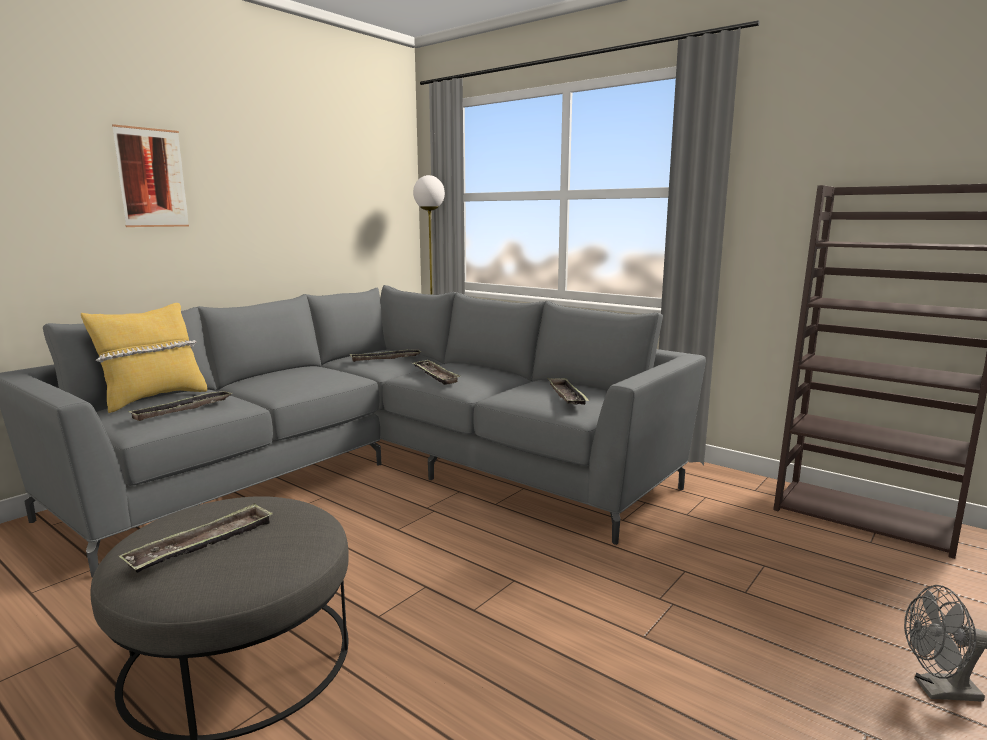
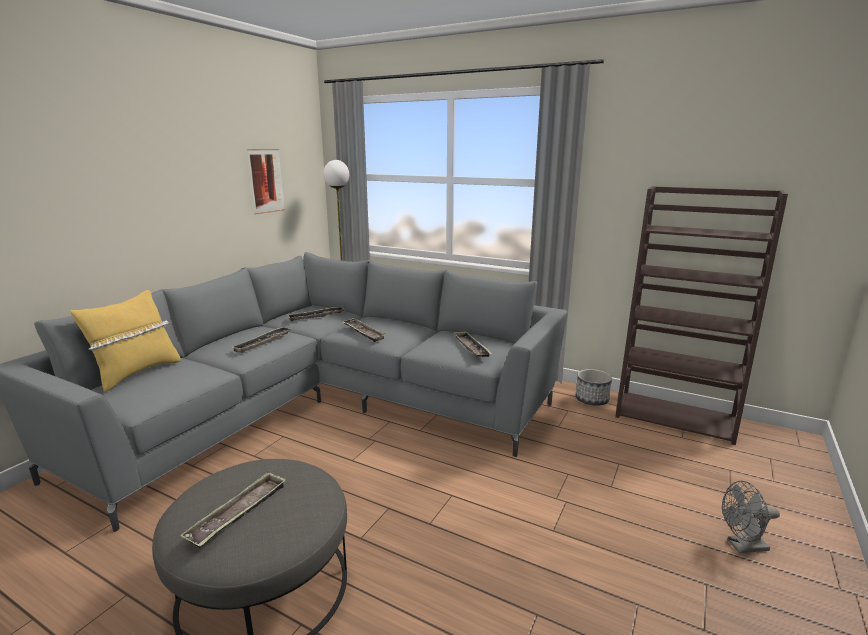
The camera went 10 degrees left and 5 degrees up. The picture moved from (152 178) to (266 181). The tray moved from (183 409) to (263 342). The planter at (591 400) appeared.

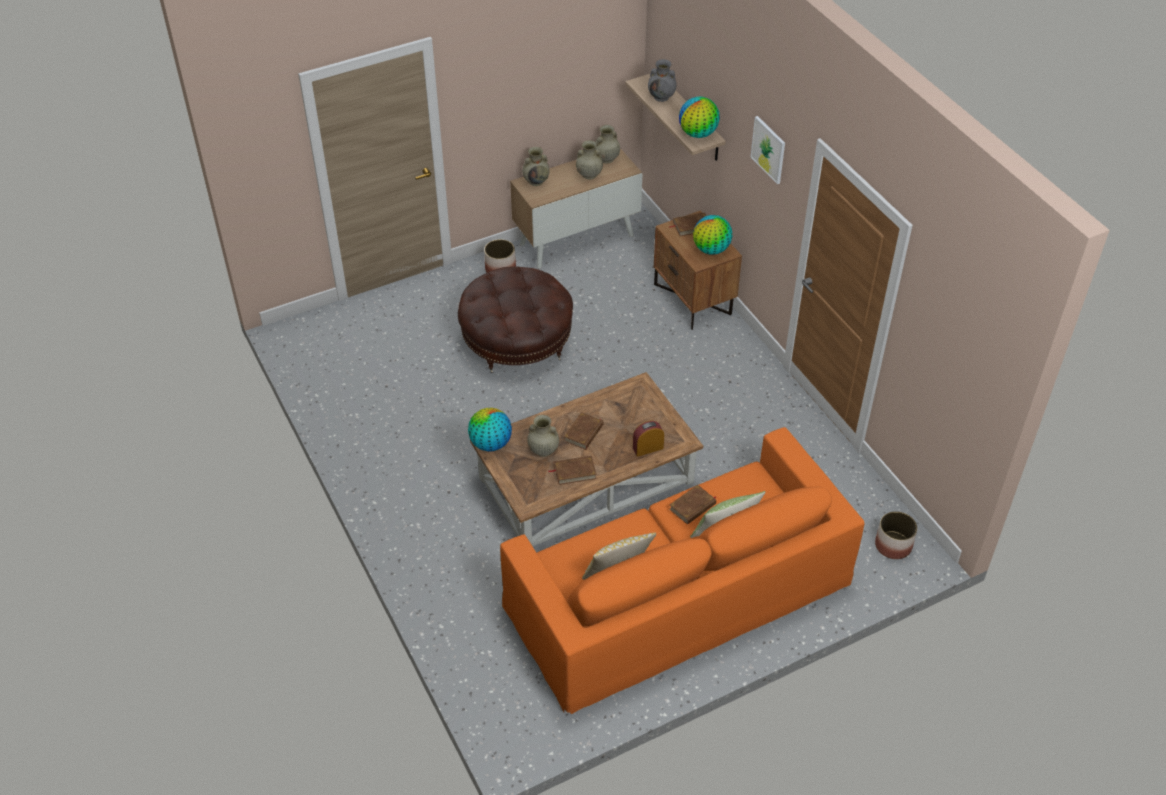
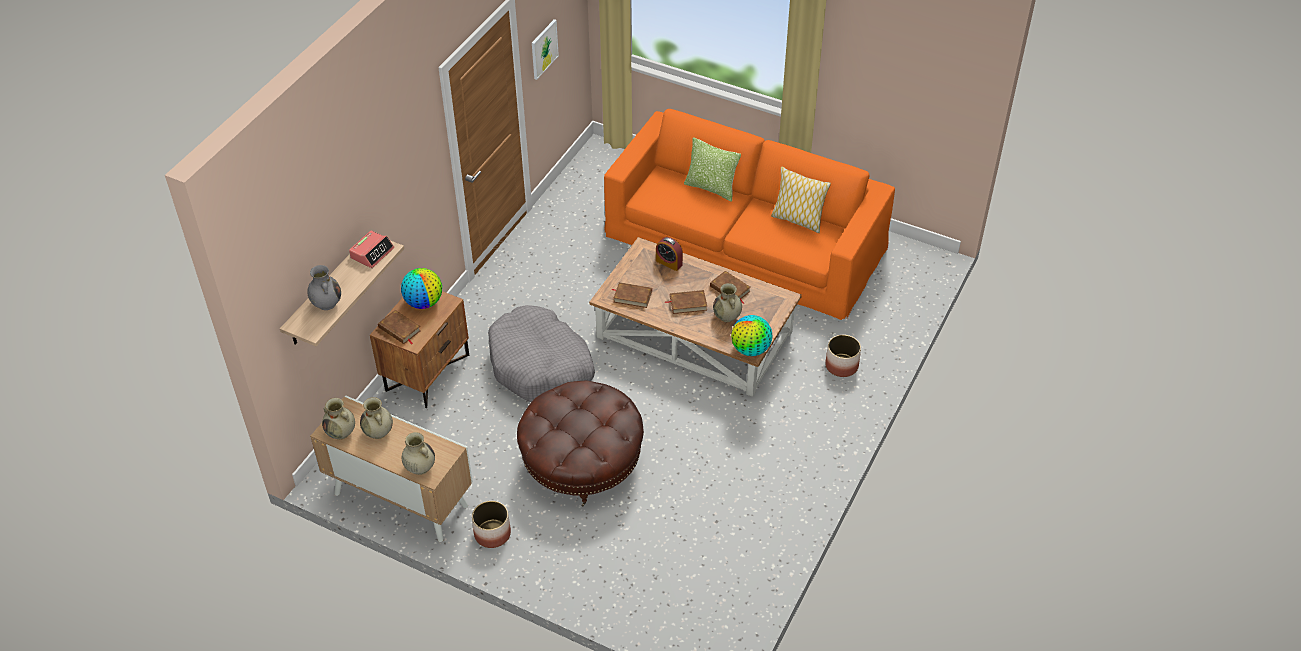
The camera went 125 degrees left and 0 degrees up. The globe at (698 134) was replaced by the alarm clock at (372 253). The picture moved from (768 149) to (544 49). The brown book moved from (692 507) to (632 296). The planter moved from (893 545) to (841 365). The grey dog bed at (541 366) appeared.

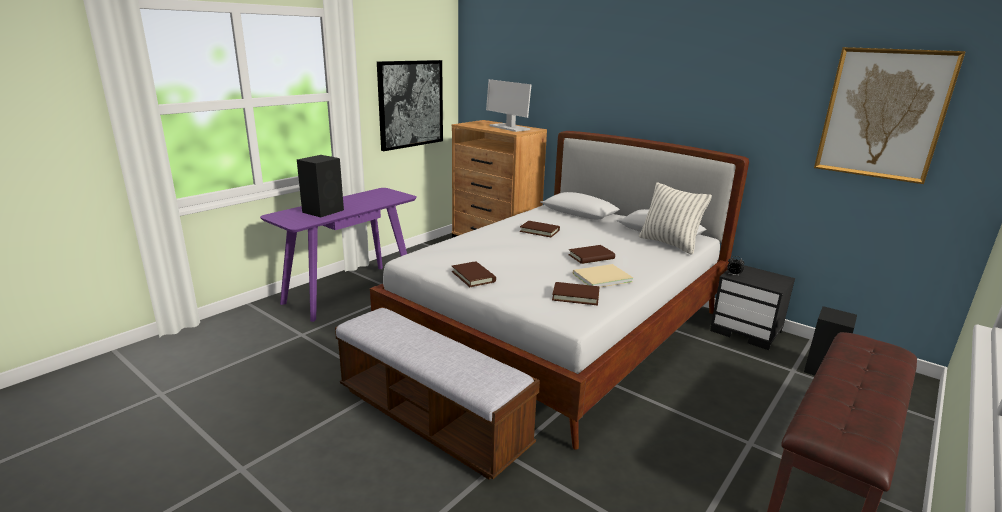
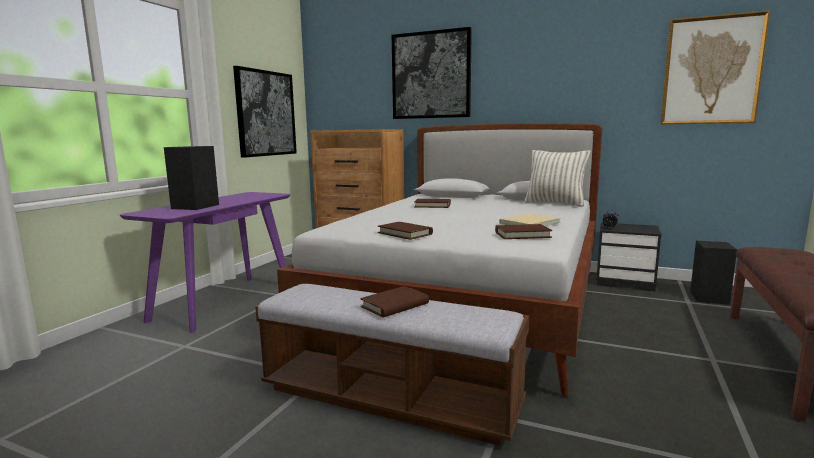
The camera went 15 degrees left and 10 degrees down. The monitor at (508 128) disappeared. The brown book moved from (591 257) to (395 305). The picture at (431 75) appeared.

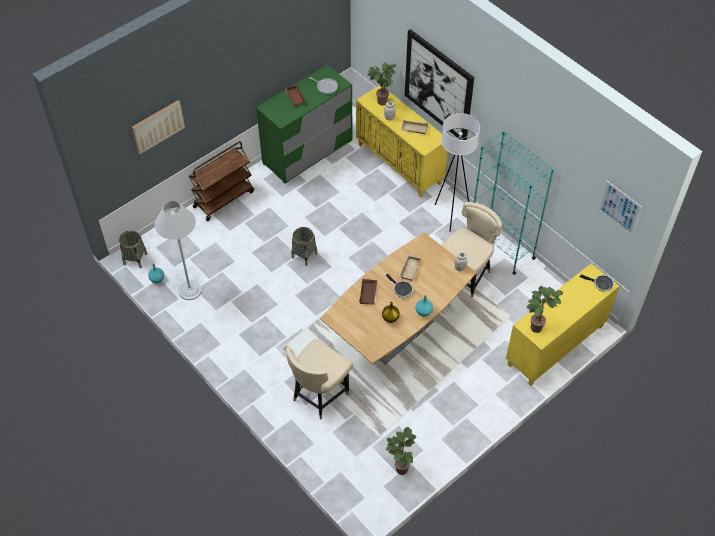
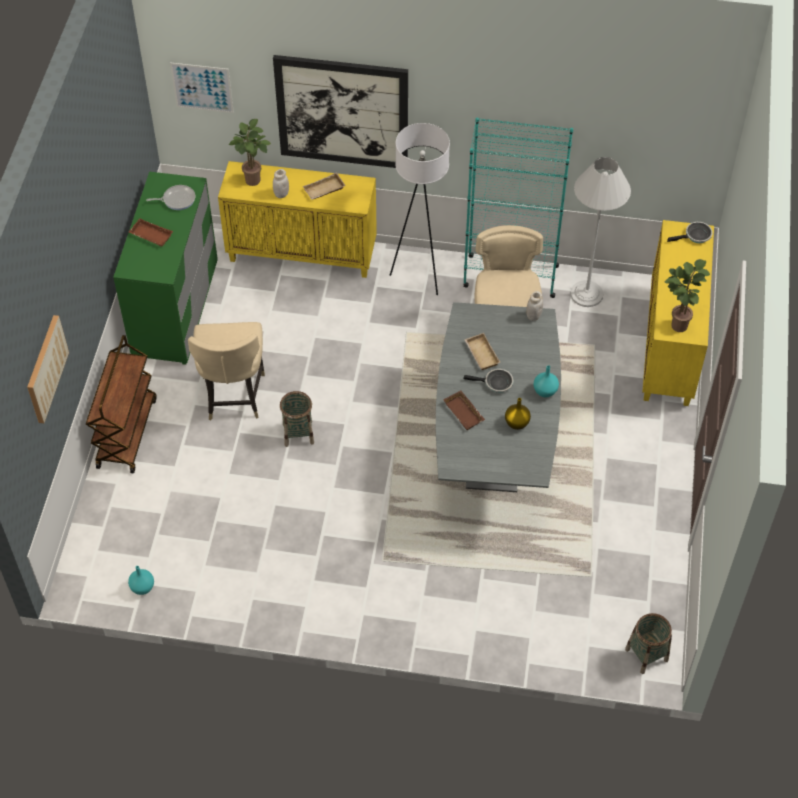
The camera went 40 degrees left and 0 degrees up. The picture moved from (619 207) to (202 87). The white floor lamp moved from (190 290) to (586 294). The basket moved from (135 259) to (646 655). The brown dining table at (397 332) became the grey dining table at (494 448). The beige chair moved from (319 395) to (233 396). The potted plant at (400 467) disappeared.

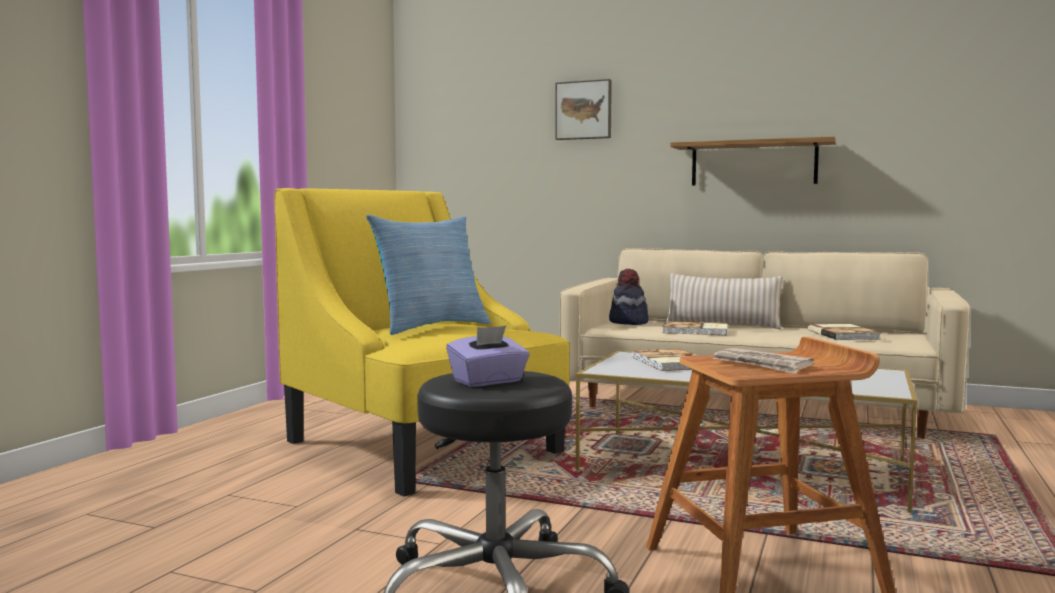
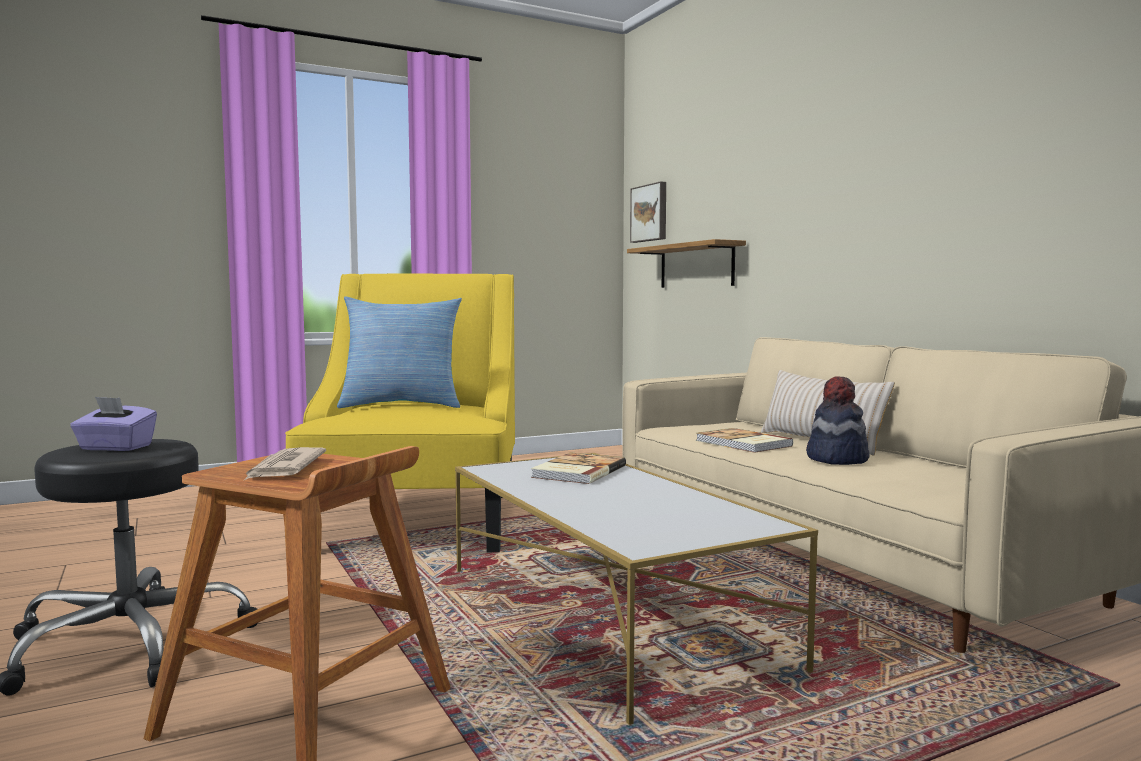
The camera went 40 degrees right and 0 degrees up. The picture moved from (584 110) to (650 213). The shelf moved from (753 163) to (696 266). The hat moved from (628 322) to (836 459). The book at (844 334) disappeared.

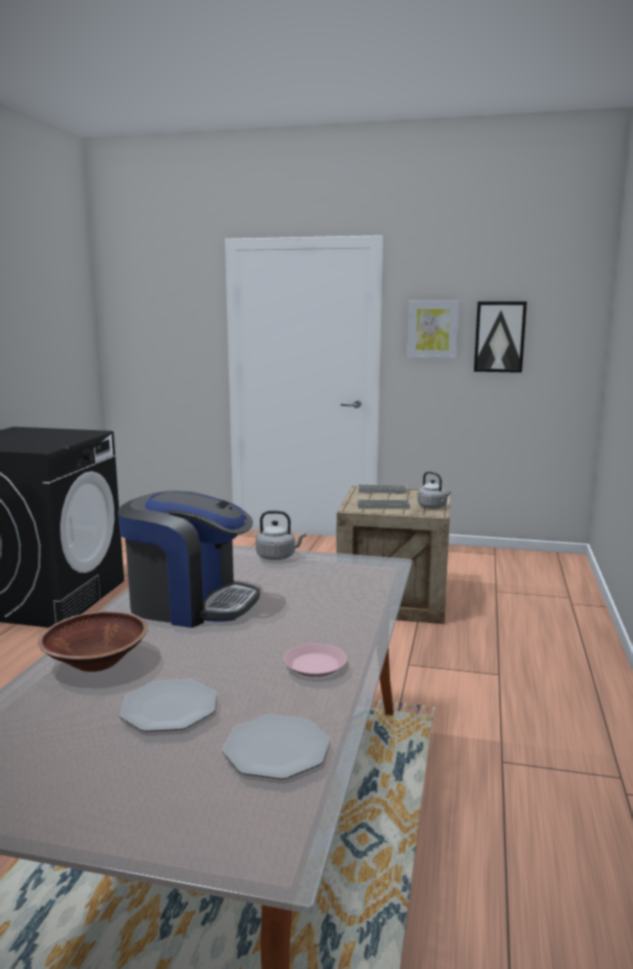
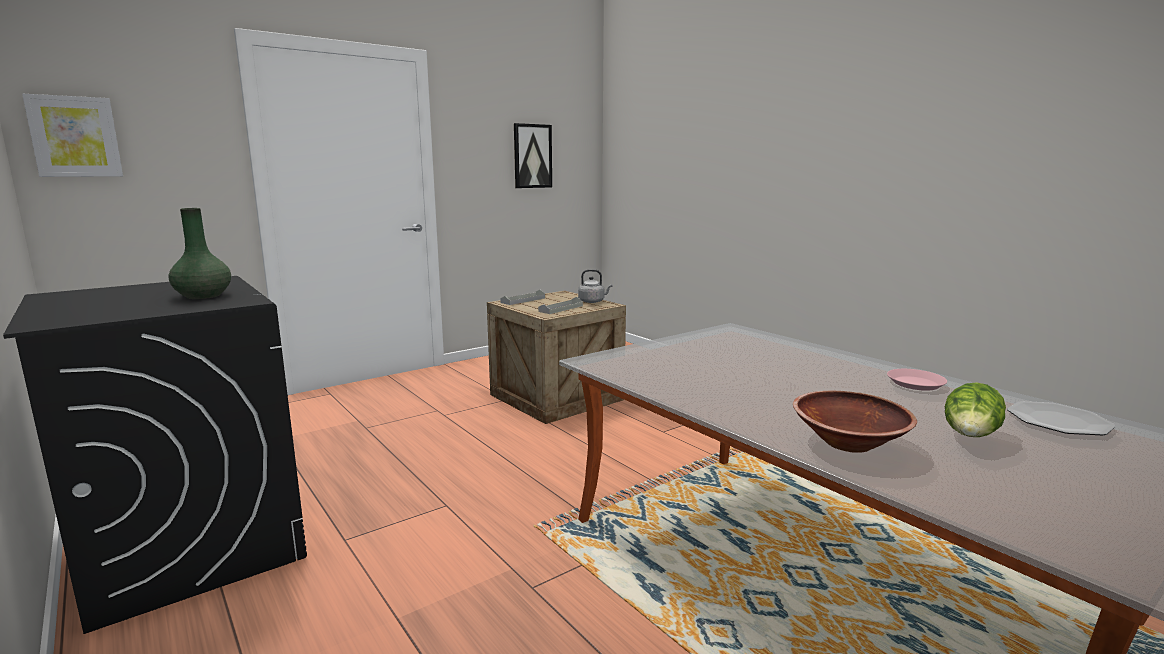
The camera went 50 degrees left and 0 degrees up. The picture moved from (432 329) to (75 137). The coffee machine at (190 604) disappeared. The grey kettle at (278 557) disappeared. The plate at (169 708) was replaced by the lettuce at (971 436). The green vase at (204 296) appeared.

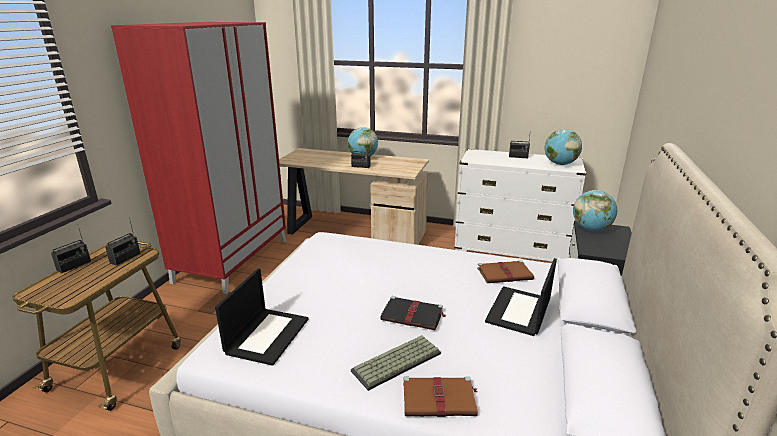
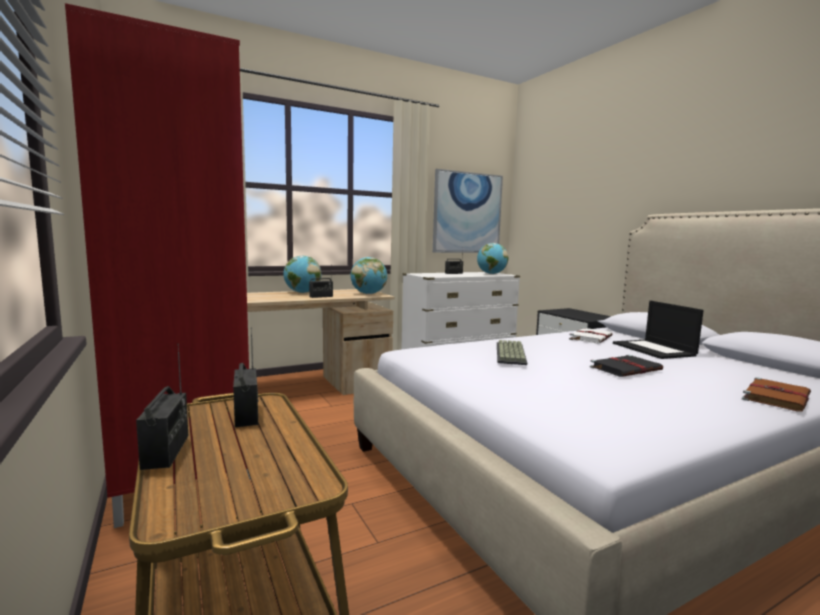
The camera went 45 degrees left and 15 degrees down. The globe moved from (591 229) to (368 294). The brown book at (505 274) became the white book at (591 337). The laptop at (267 335) disappeared. The keyboard moved from (397 363) to (512 354). The picture at (467 213) appeared.

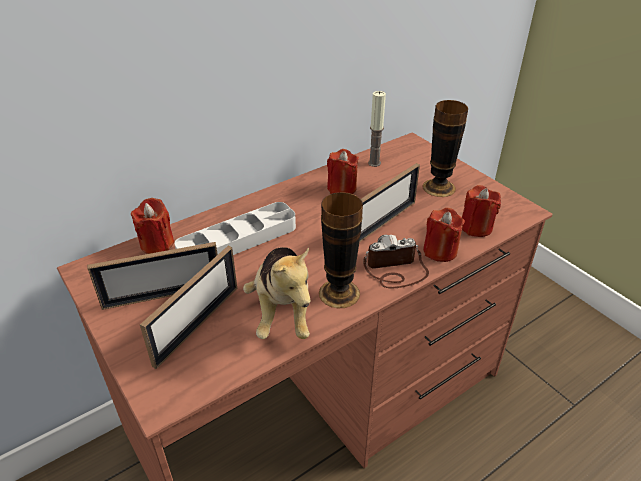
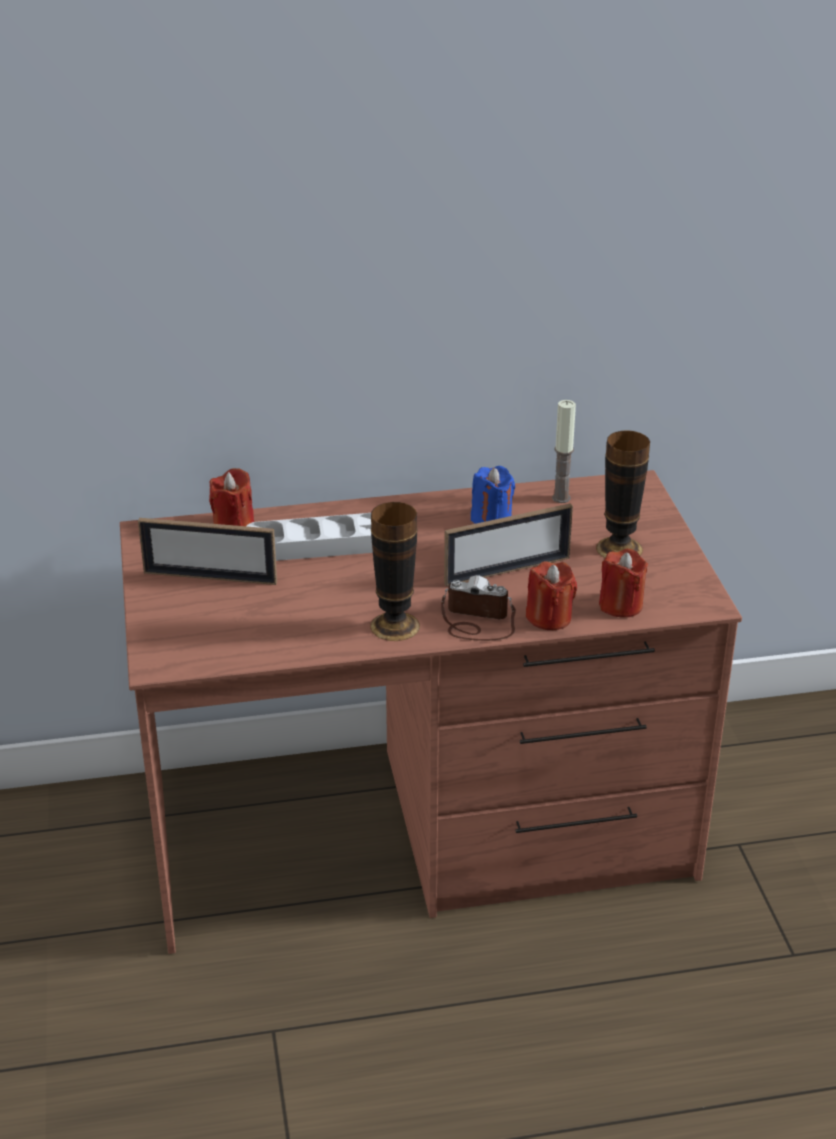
The camera went 25 degrees right and 5 degrees down. The red candle at (341 188) became the blue candle at (491 518). The picture frame at (197 324) disappeared. The plush toy at (282 310) disappeared.

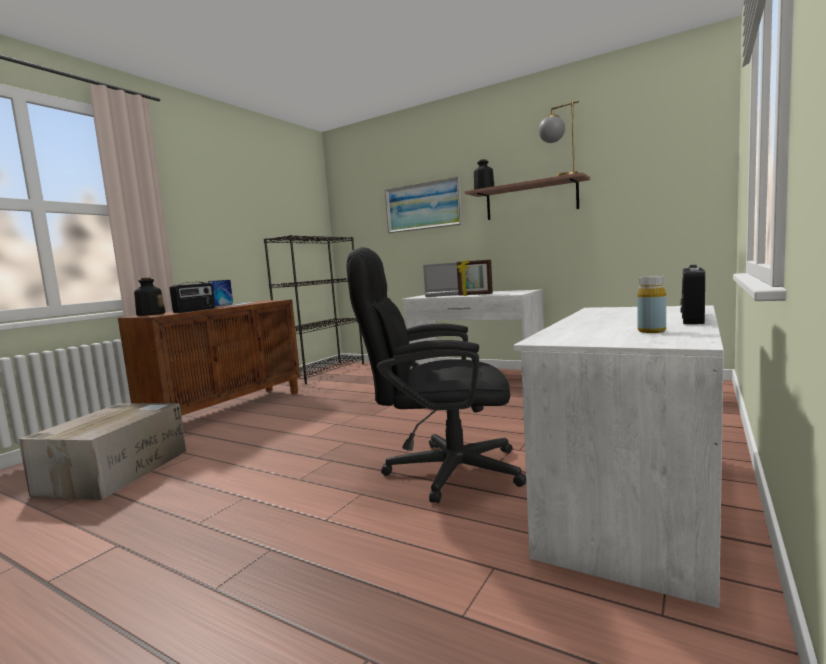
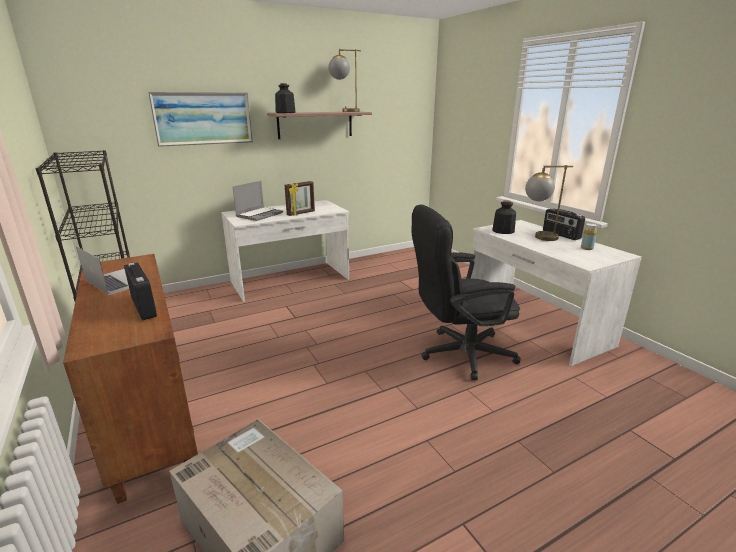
The camera went 60 degrees left and 15 degrees up. The black office chair at (440 471) turned 45 degrees clockwise. The bottle moved from (150 314) to (503 231). The table lamp at (538 237) appeared.

